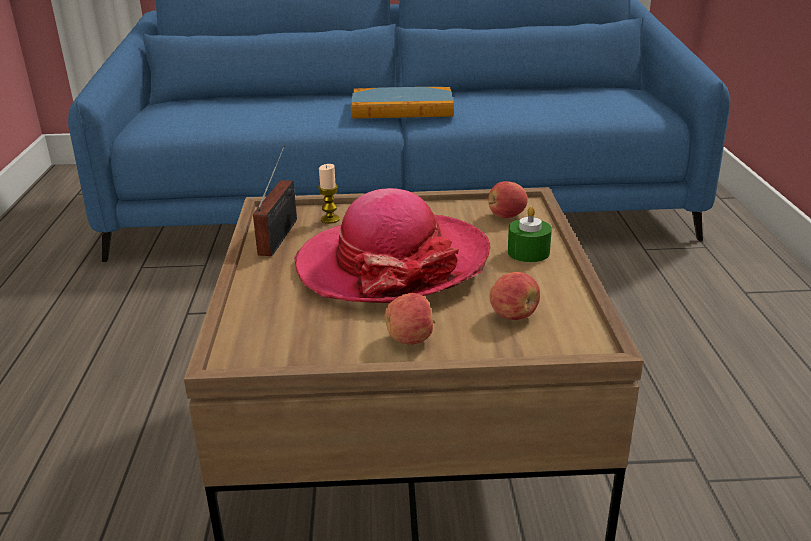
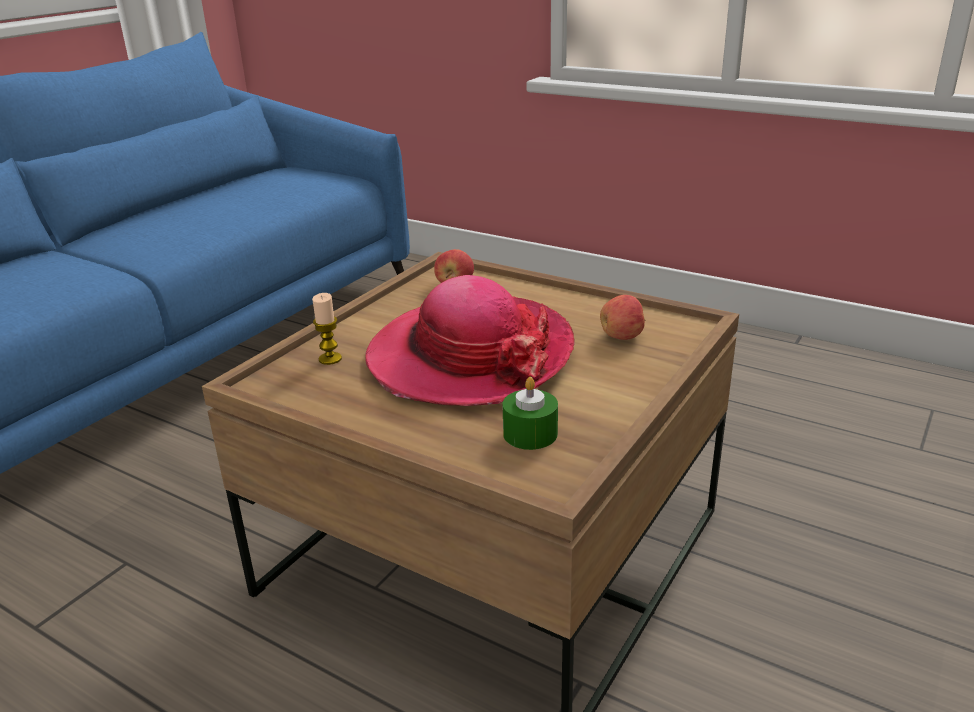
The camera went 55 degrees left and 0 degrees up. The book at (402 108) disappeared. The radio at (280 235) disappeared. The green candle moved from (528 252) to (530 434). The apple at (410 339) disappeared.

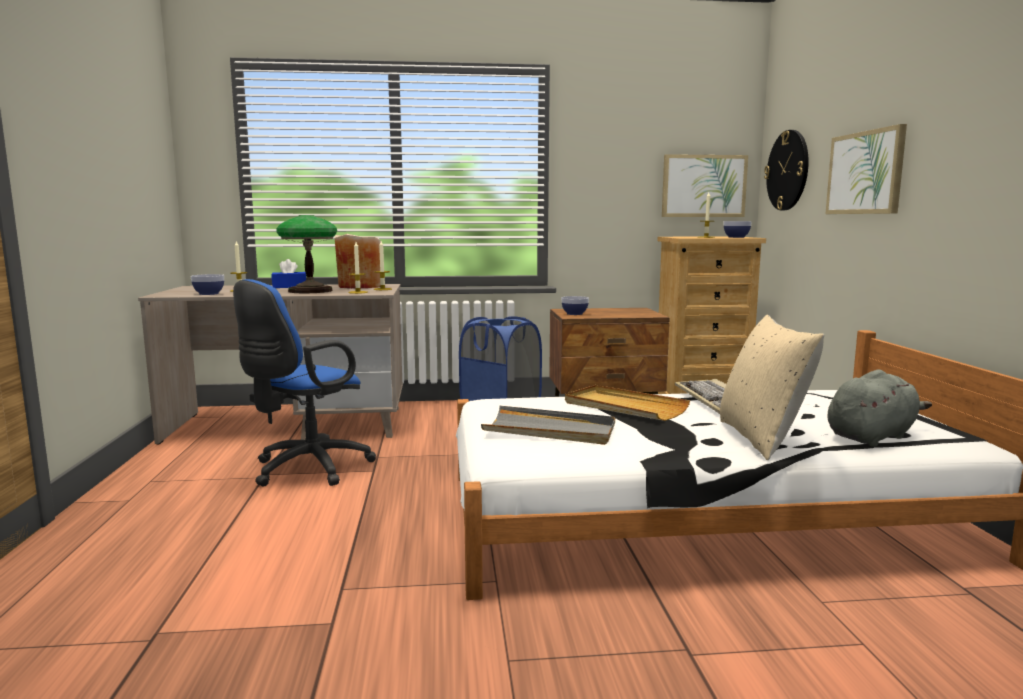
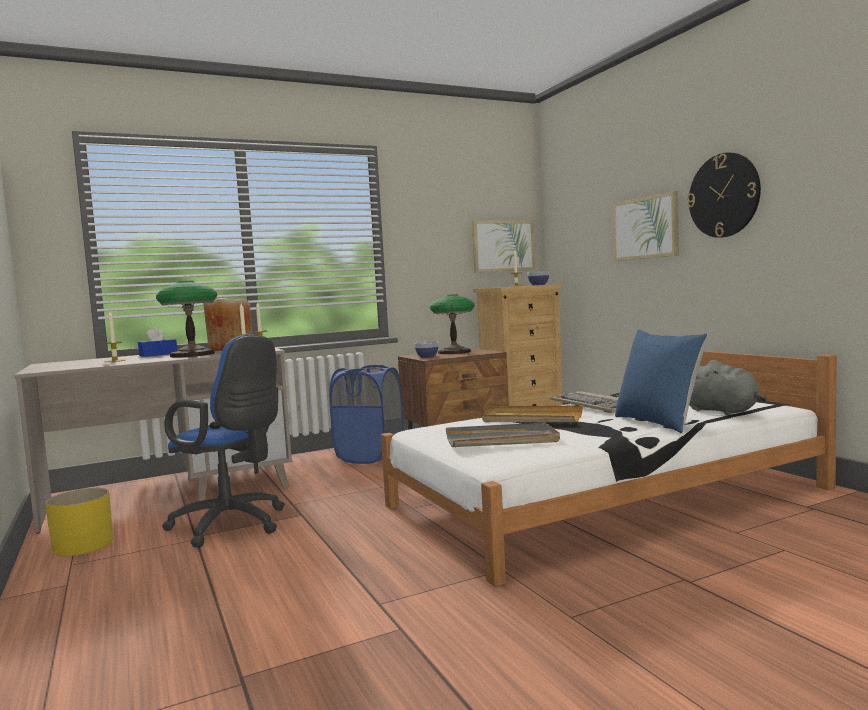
The camera went 20 degrees left and 5 degrees down. The wall clock moved from (788 170) to (724 195). The bowl at (208 294) disappeared. The blue office chair at (306 469) turned 75 degrees counterclockwise. The beige pillow at (762 439) became the blue pillow at (658 422). The grey plush toy at (872 436) turned 105 degrees clockwise. The table lamp at (454 352) appeared. The yellow planter at (83 545) appeared.

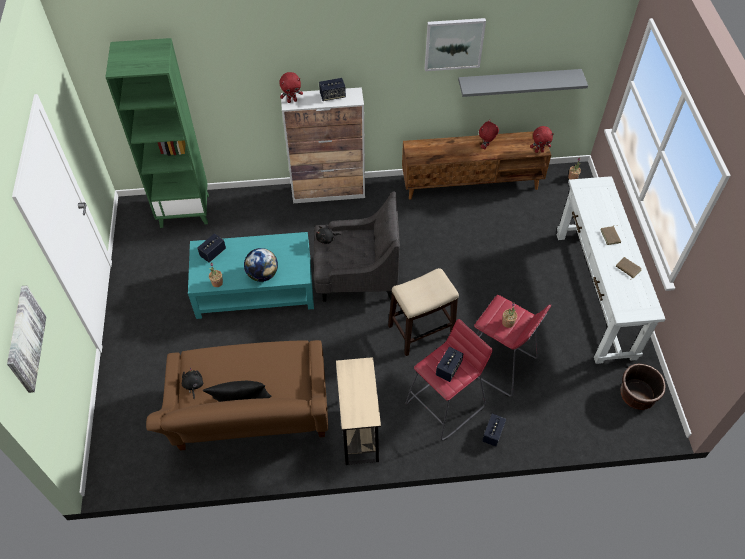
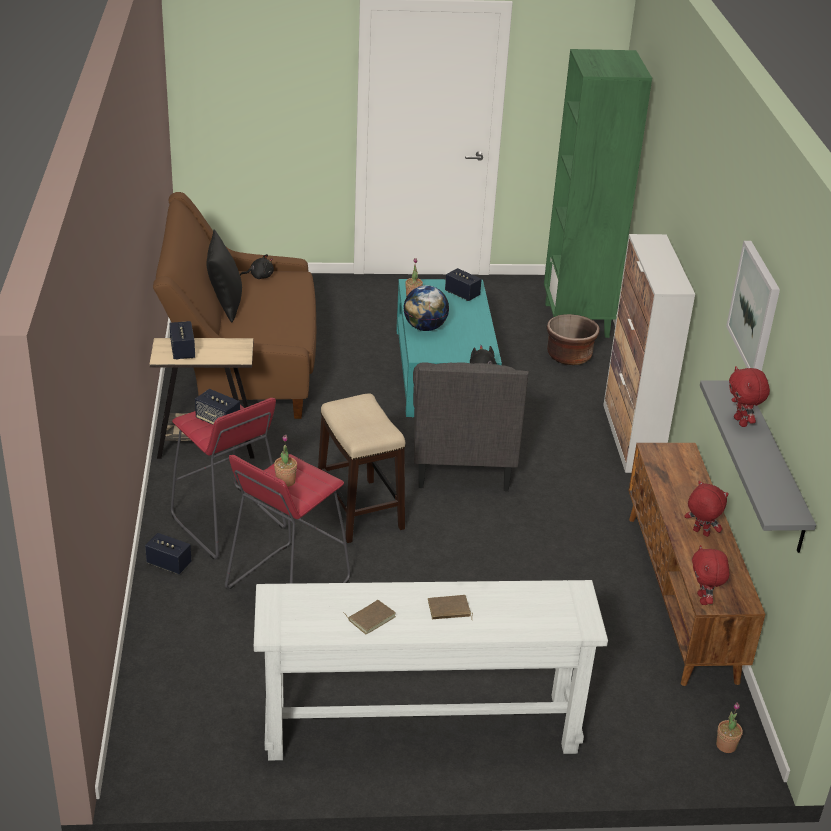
The camera went 90 degrees right and 20 degrees down. The red plush toy moved from (292 101) to (741 422). The speaker moved from (332 96) to (183 351). The picture at (24 339) disappeared. The brown planter moved from (636 395) to (569 356).

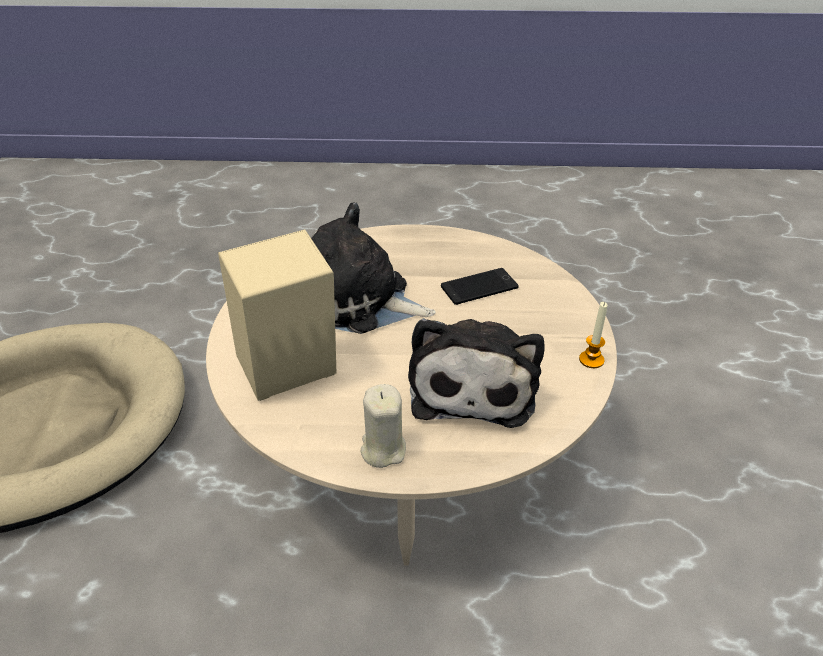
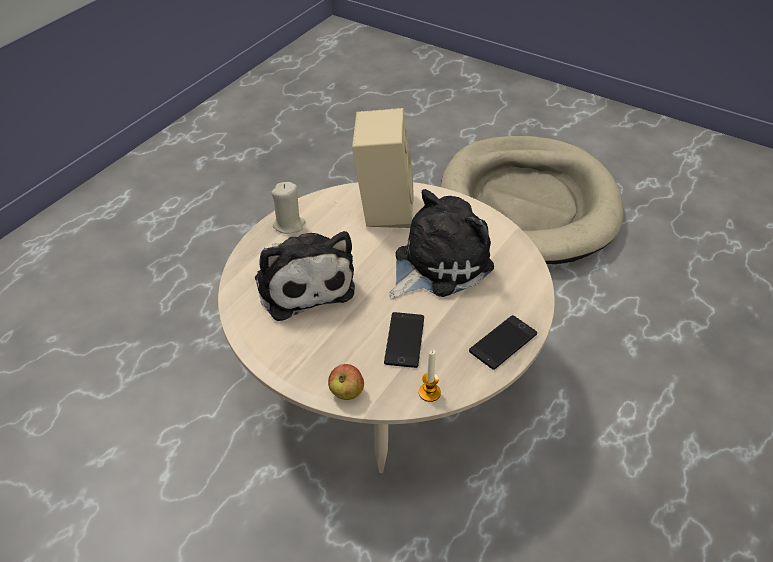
The camera went 120 degrees right and 5 degrees up. The candle moved from (591 360) to (429 393). The plush toy at (473 384) turned 150 degrees counterclockwise. The phone at (503 342) appeared. The apple at (346 392) appeared.

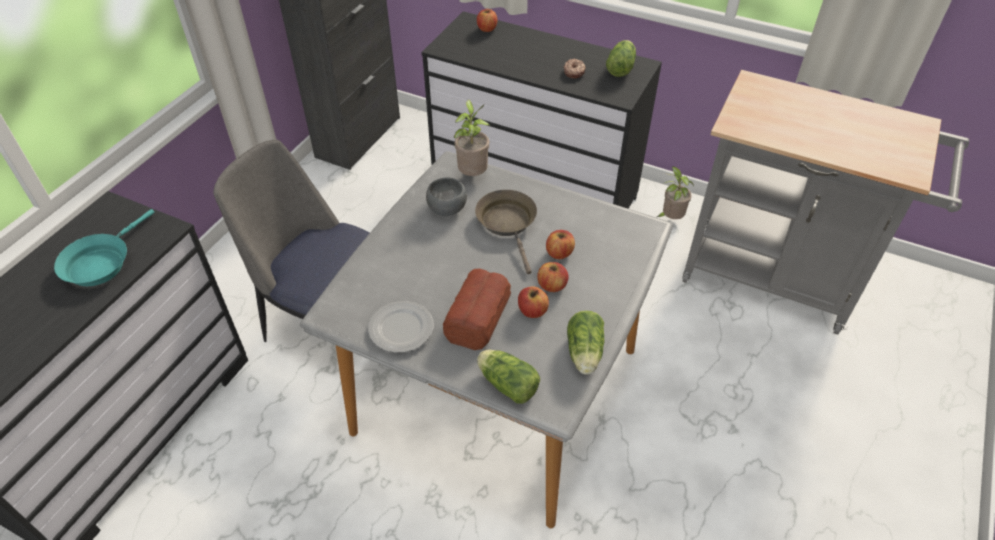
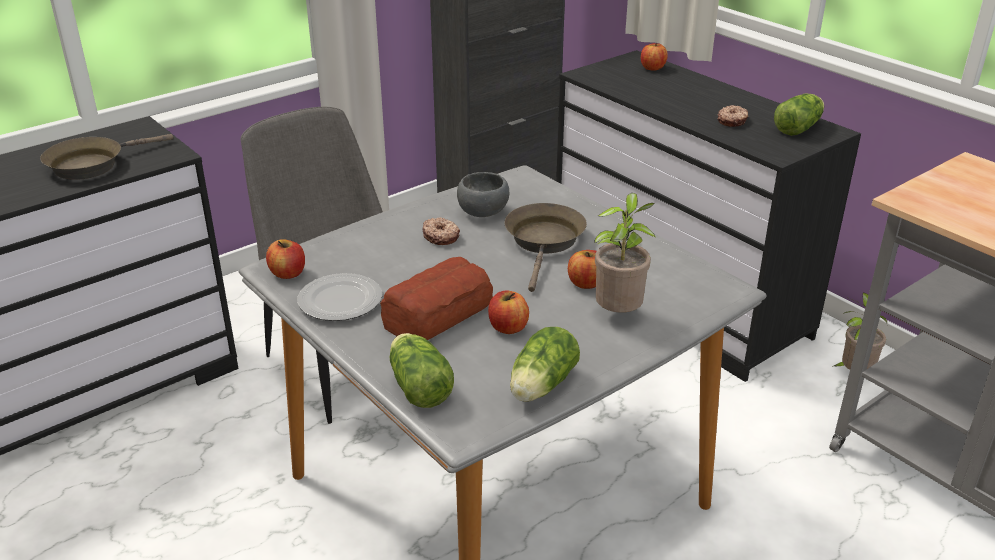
The camera went 25 degrees right and 15 degrees down. The potted plant moved from (473 175) to (619 314). The turquoise frying pan at (101 262) became the brown frying pan at (92 164). The apple moved from (552 285) to (288 273). The donut at (441 236) appeared.

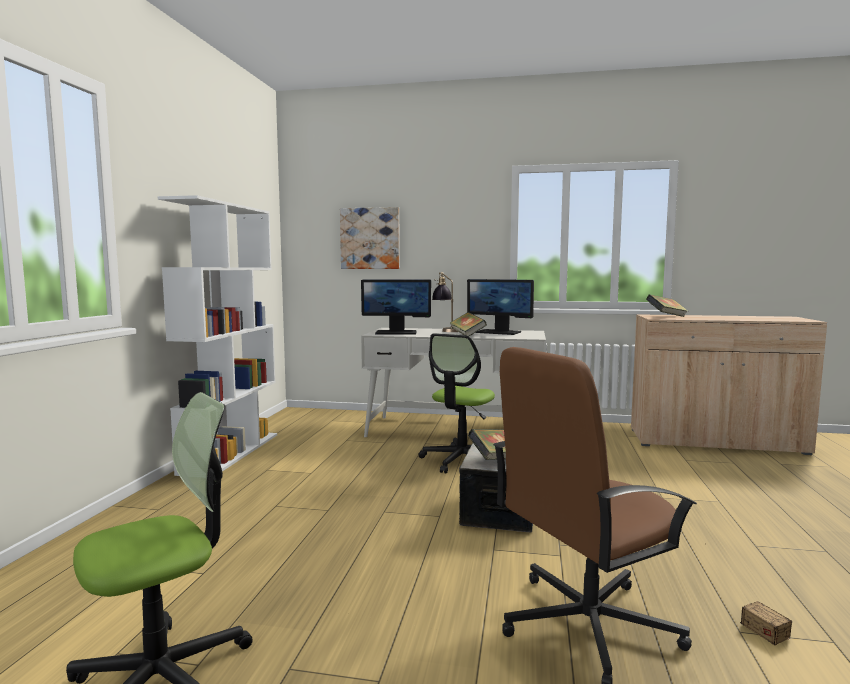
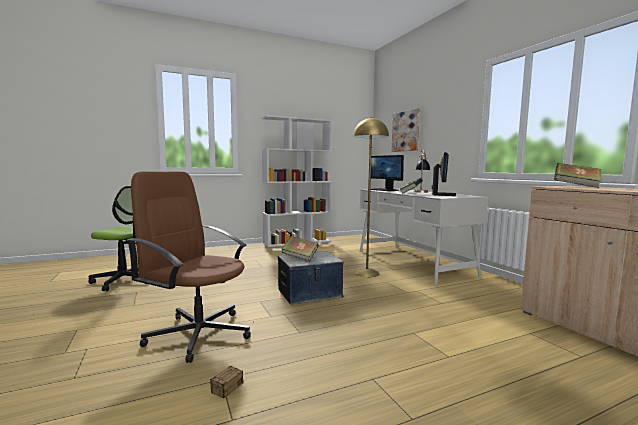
The camera went 55 degrees right and 0 degrees up. The monitor at (499 332) turned 150 degrees counterclockwise. The office chair at (461 460) was replaced by the yellow floor lamp at (366 273).

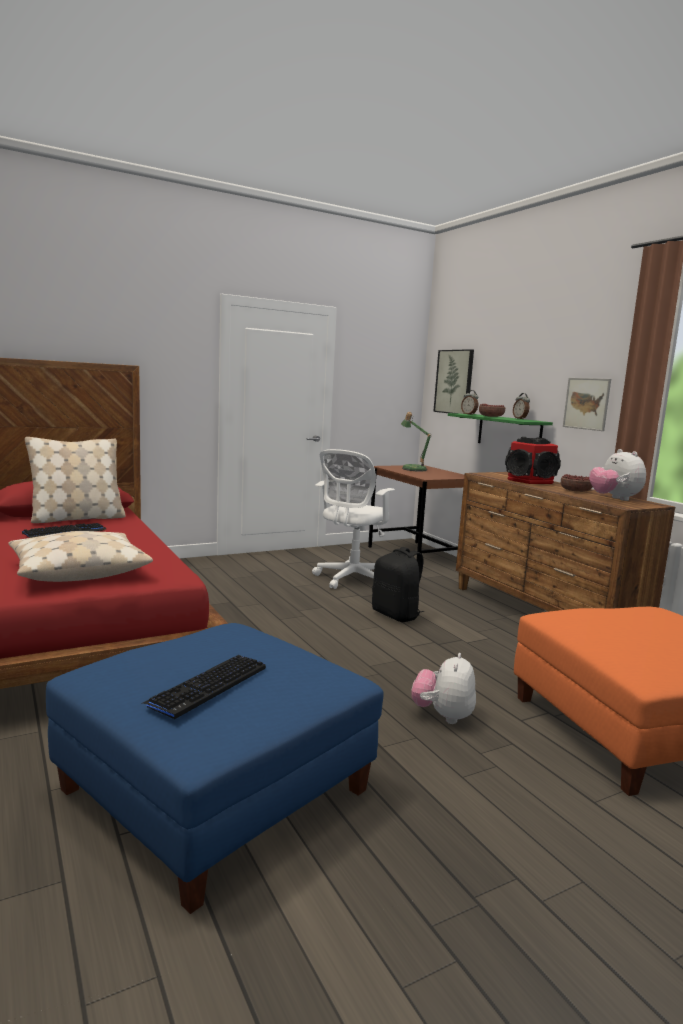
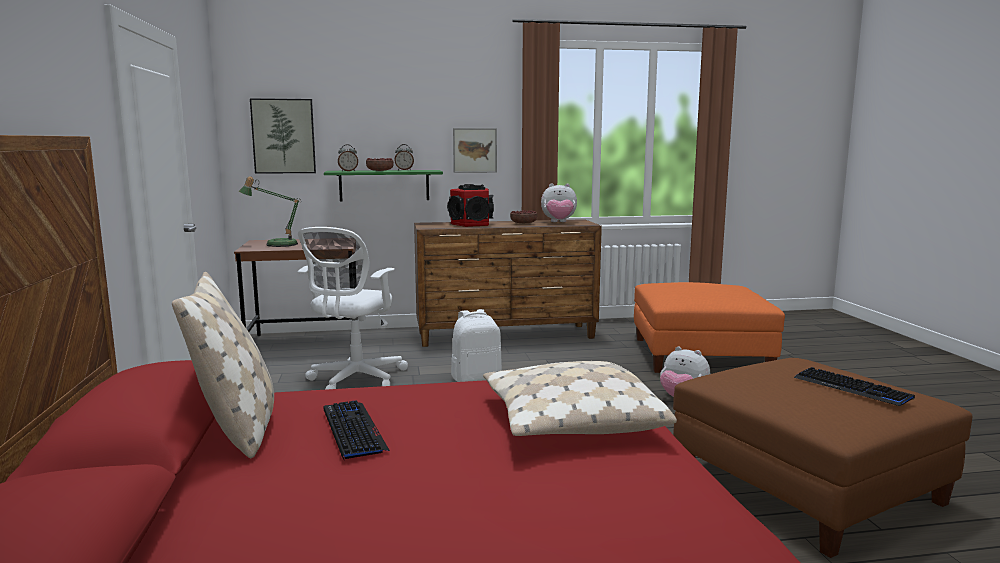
The camera went 70 degrees left and 0 degrees up. The white office chair at (351 579) turned 60 degrees clockwise. The black backpack at (396 615) became the white backpack at (476 379). The blue ottoman at (216 791) became the brown ottoman at (808 487).

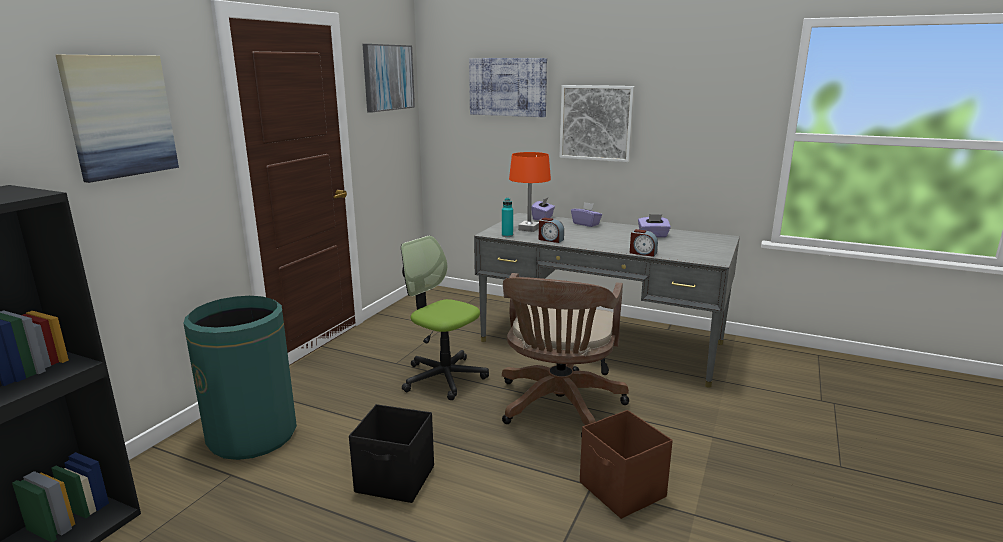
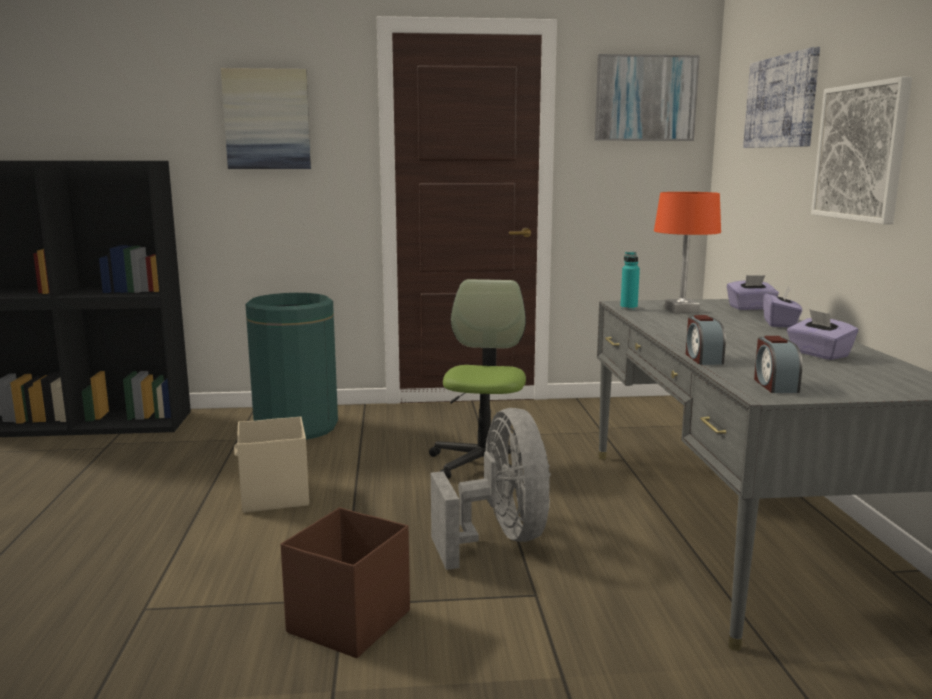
The camera went 60 degrees right and 5 degrees down. The alarm clock moved from (550 240) to (774 385). The brown office chair at (558 407) was replaced by the grey fan at (500 538). The black storage box at (396 480) became the beige storage box at (274 496).

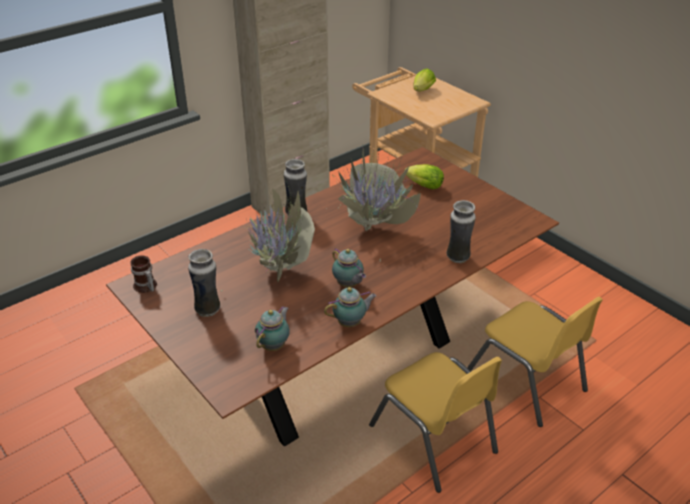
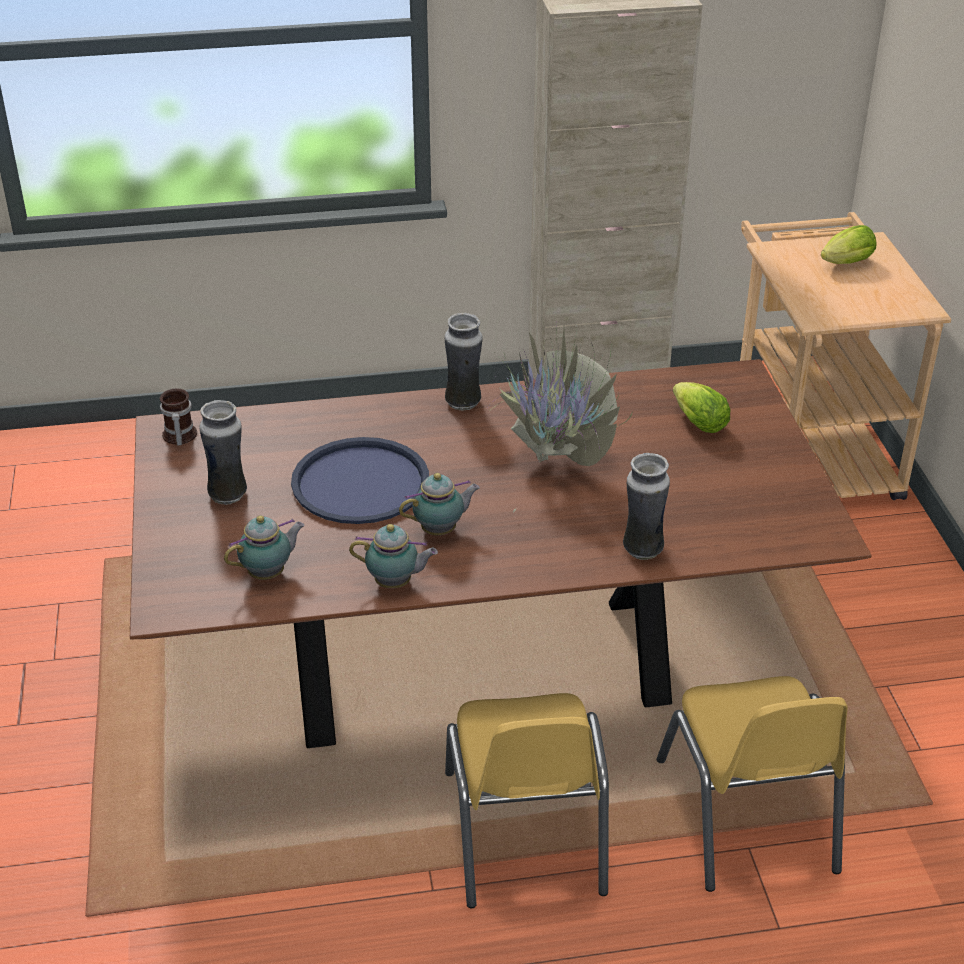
The camera went 30 degrees right and 0 degrees up. The potted plant at (280 275) was replaced by the blue tray at (360 483). The teapot at (348 285) turned 105 degrees counterclockwise.

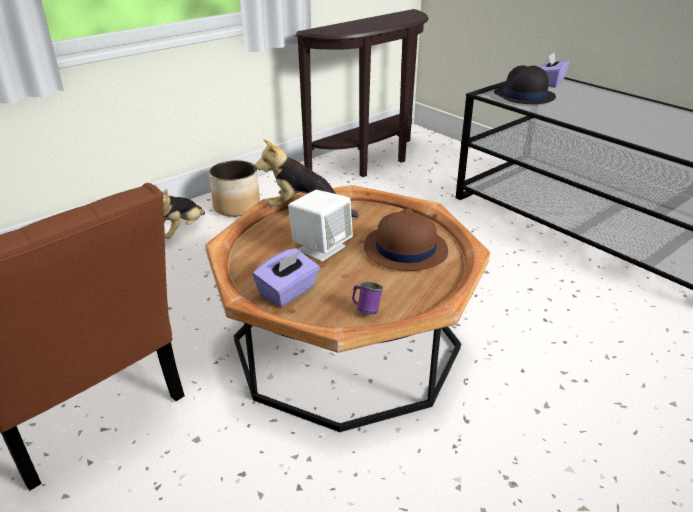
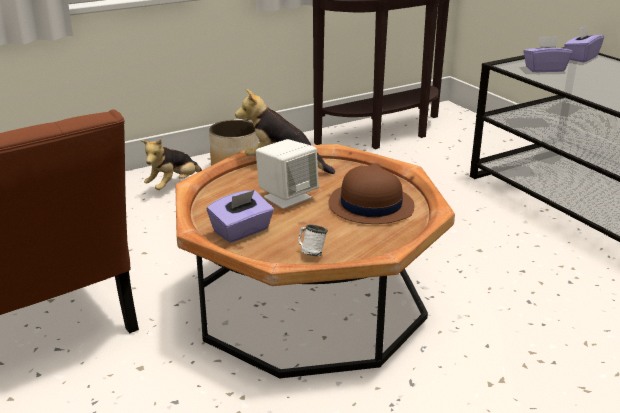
The camera went 10 degrees right and 5 degrees down. The black hat at (524 96) was replaced by the purple tissue box at (544 69). The purple mug at (366 309) became the white mug at (311 252).

